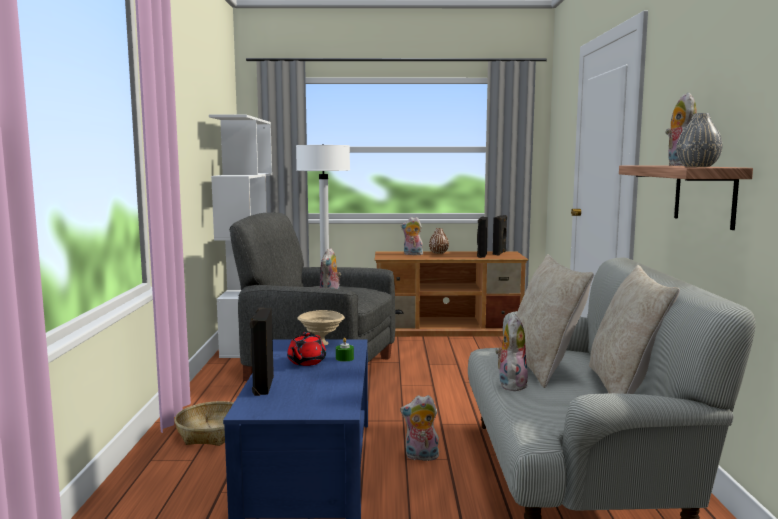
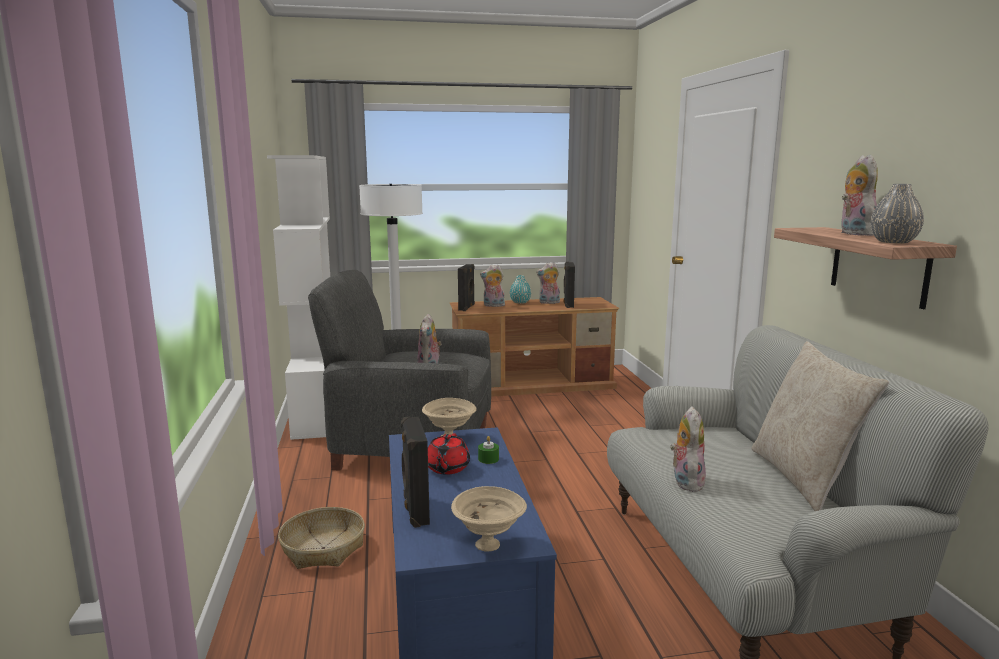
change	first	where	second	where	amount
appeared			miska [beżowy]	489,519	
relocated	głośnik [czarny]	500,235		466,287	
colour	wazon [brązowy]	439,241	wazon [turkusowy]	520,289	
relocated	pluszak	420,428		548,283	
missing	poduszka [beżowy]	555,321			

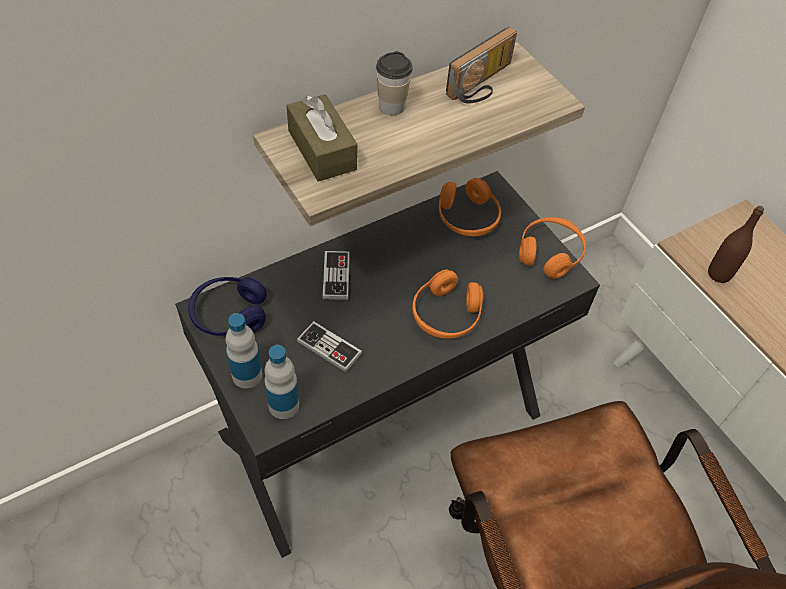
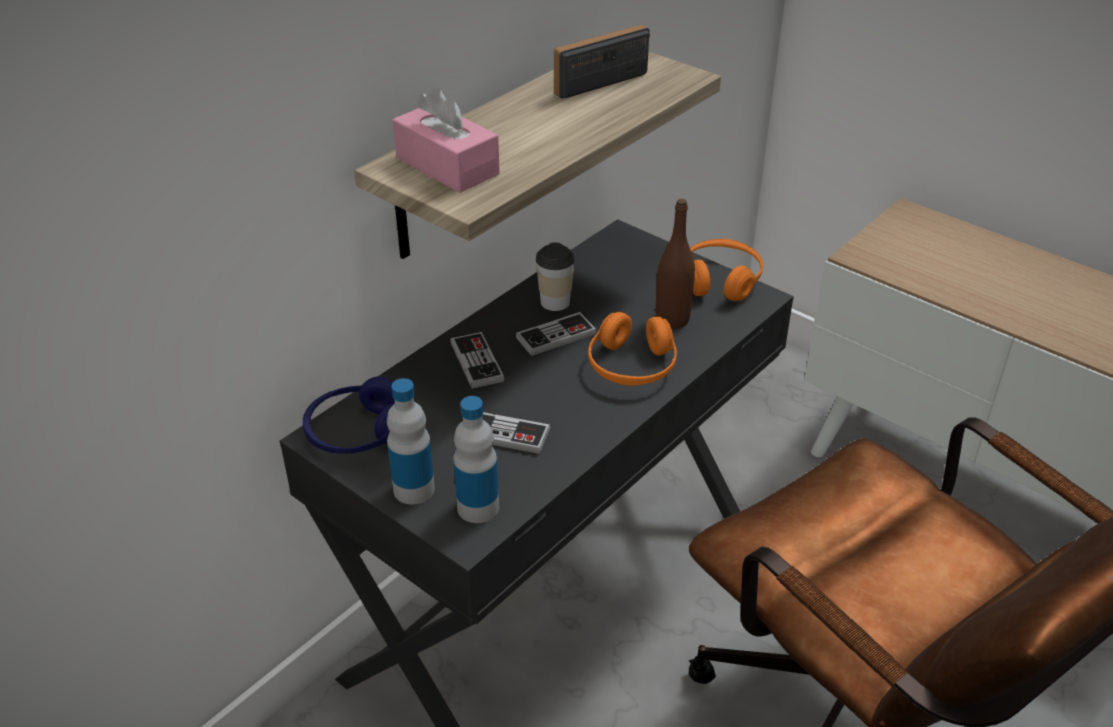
change	first	where	second	where	amount
colour	pudełko chusteczek [brązowy]	322,138	pudełko chusteczek [różowy]	446,140	
appeared			pad do gier	556,334	
relocated	filiżanka	394,83		555,276	
spun	radio	481,65		602,62	150 degrees counterclockwise
relocated	butelka [brązowy]	736,244		675,264	
missing	słuchawki [pomarańczowy]	470,207			

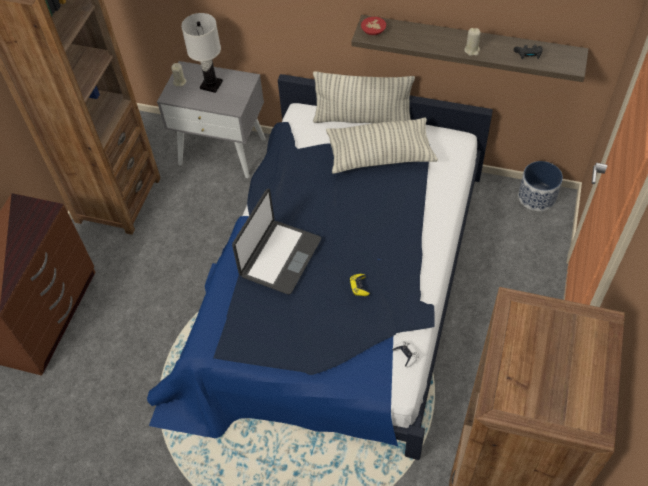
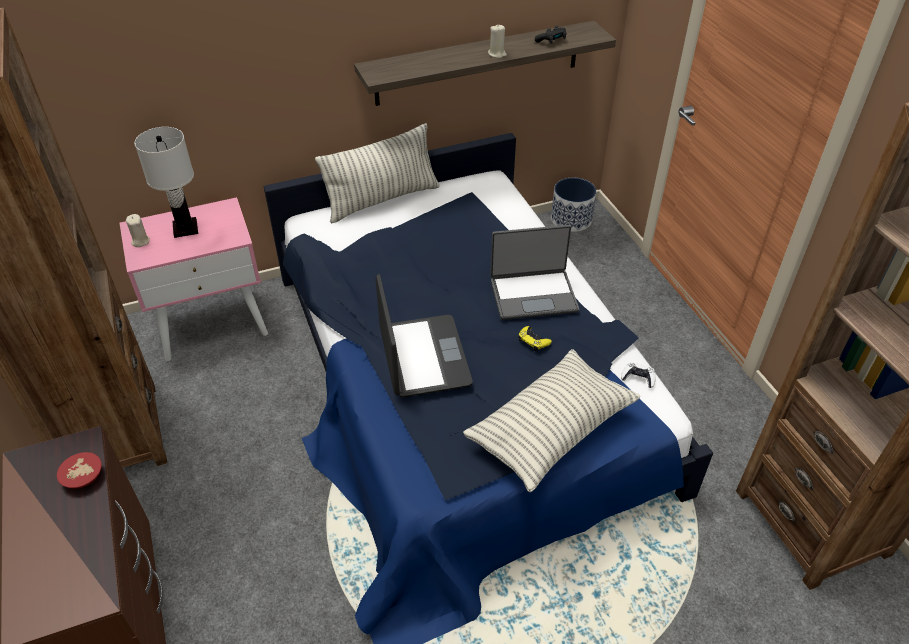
change	first	where	second	where	amount
relocated	miska [czerwony]	373,26		79,470	
colour	szafka nocna [szary]	211,119	szafka nocna [różowy]	194,279	
relocated	poduszka	382,145		551,420	
appeared			laptop	534,272	

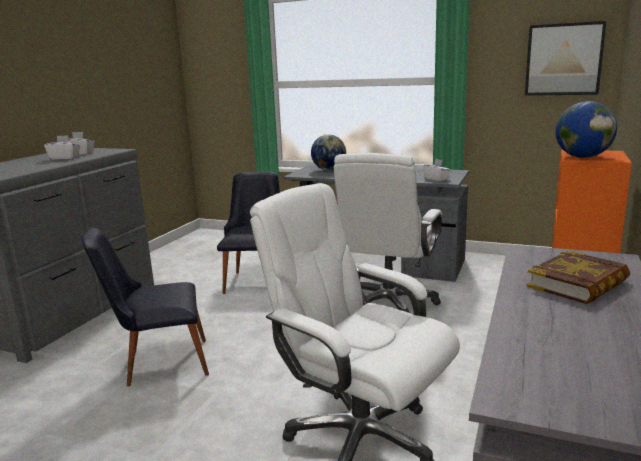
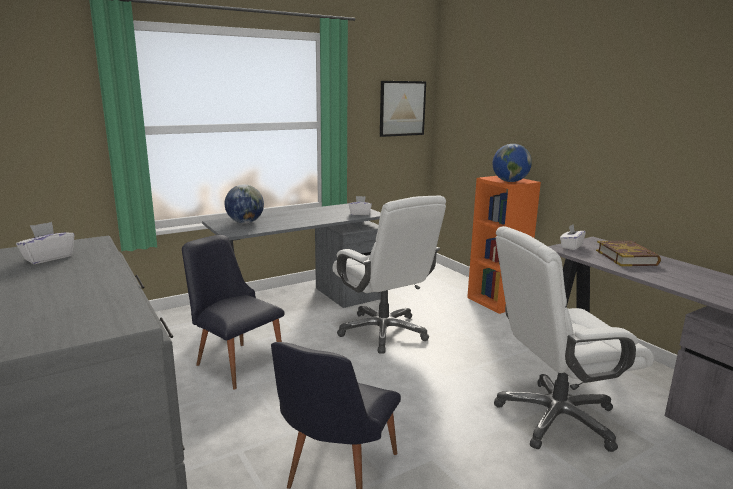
change	first	where	second	where	amount
relocated	pudełko chusteczek [biały]	62,147		573,237	

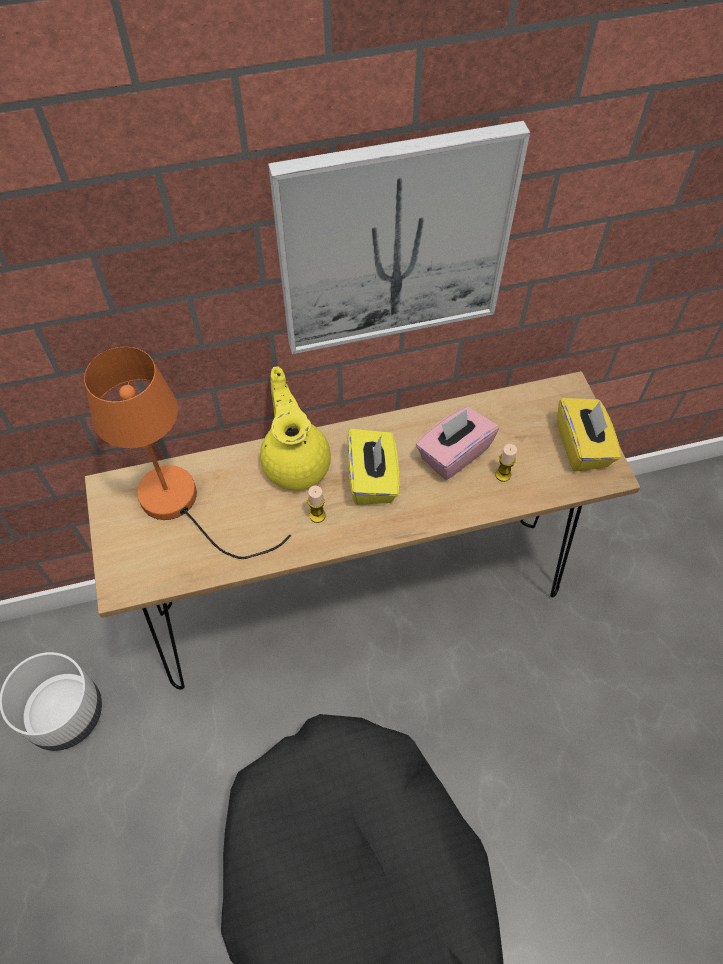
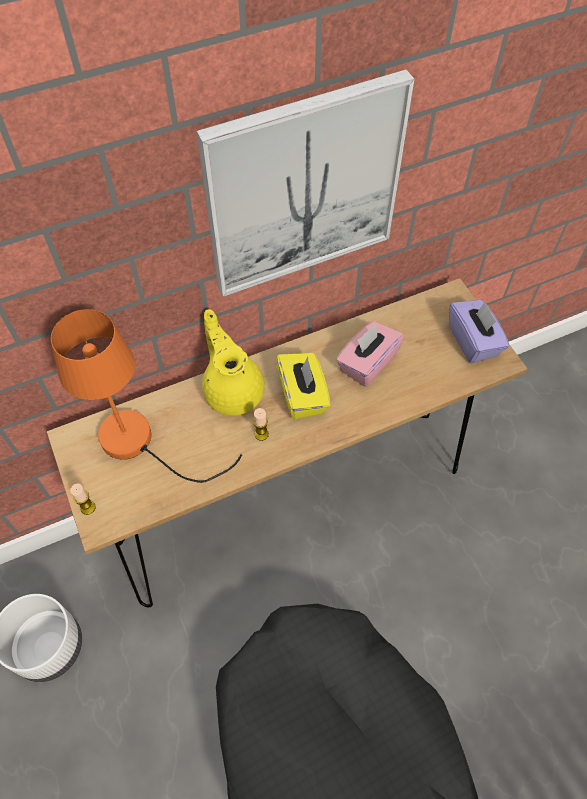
change	first	where	second	where	amount
relocated	świeca	506,463		83,499	
colour	pudełko chusteczek [żółty]	589,434	pudełko chusteczek [fioletowy]	479,332	

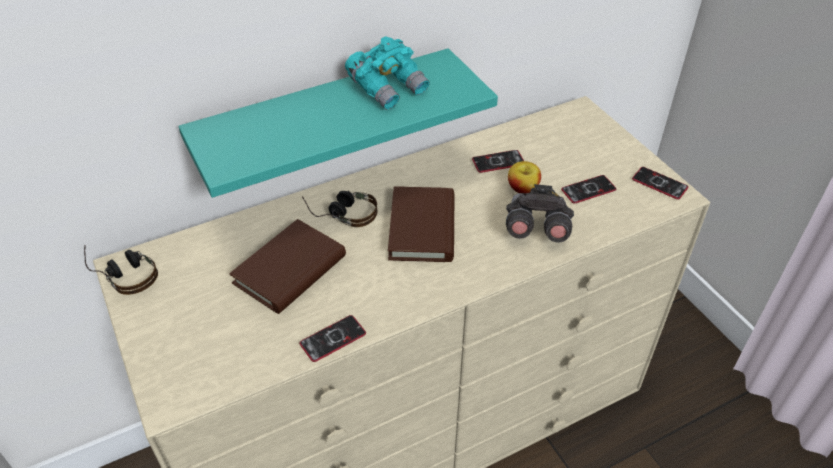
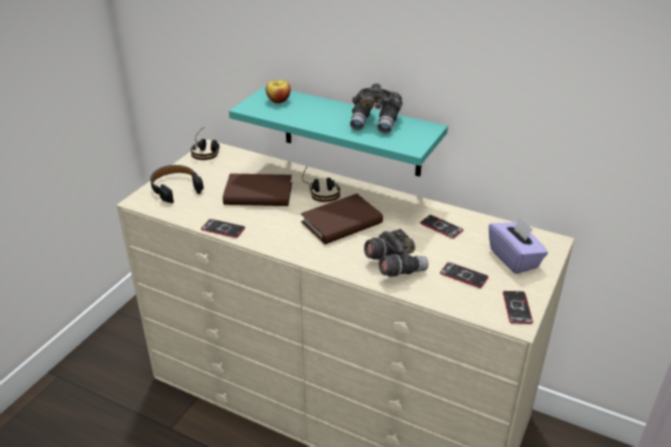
change	first	where	second	where	amount
appeared			słuchawki [czarny]	177,184	
relocated	jabłko	524,177		278,91	
colour	lornetka [turkusowy]	387,73	lornetka [szary]	376,108	
appeared			pudełko chusteczek [fioletowy]	518,245	

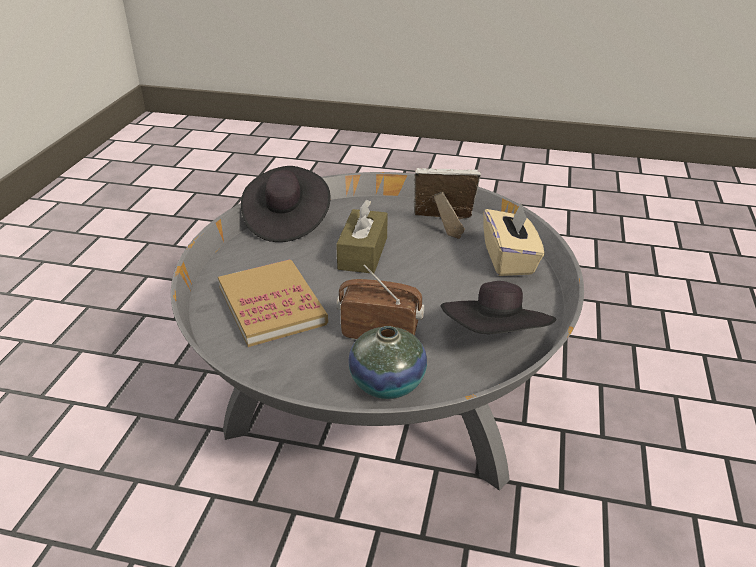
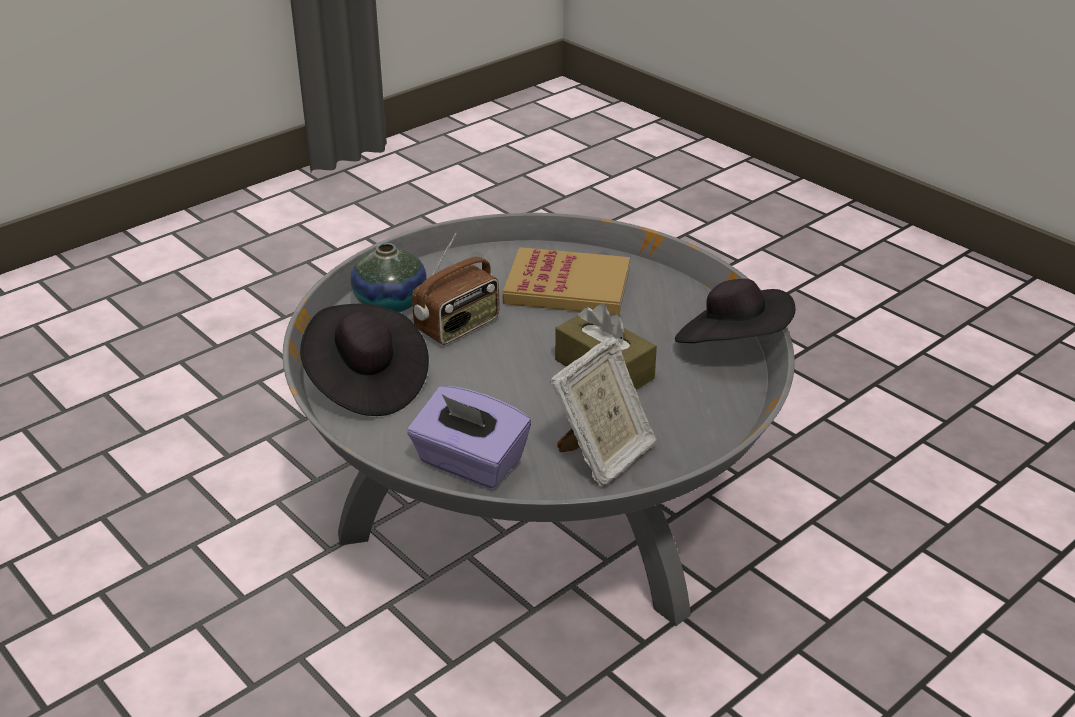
change	first	where	second	where	amount
colour	pudełko chusteczek [beżowy]	514,240	pudełko chusteczek [fioletowy]	469,437	

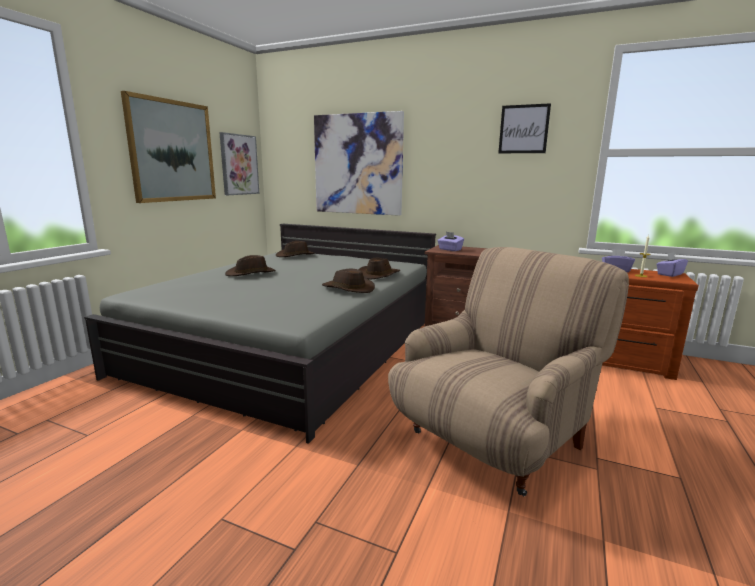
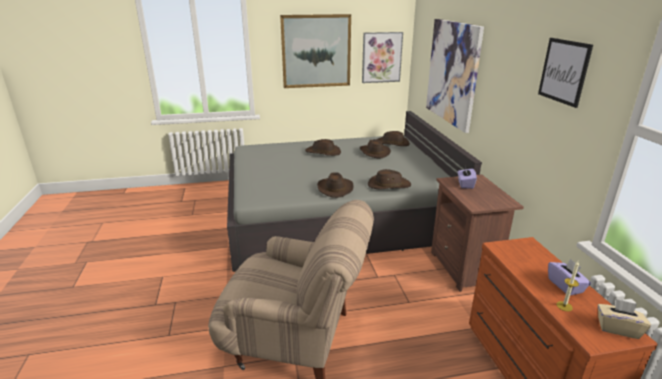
change	first	where	second	where	amount
appeared			kapelusz [brązowy]	375,149	
colour	pudełko chusteczek [fioletowy]	672,264	pudełko chusteczek [beżowy]	624,319	

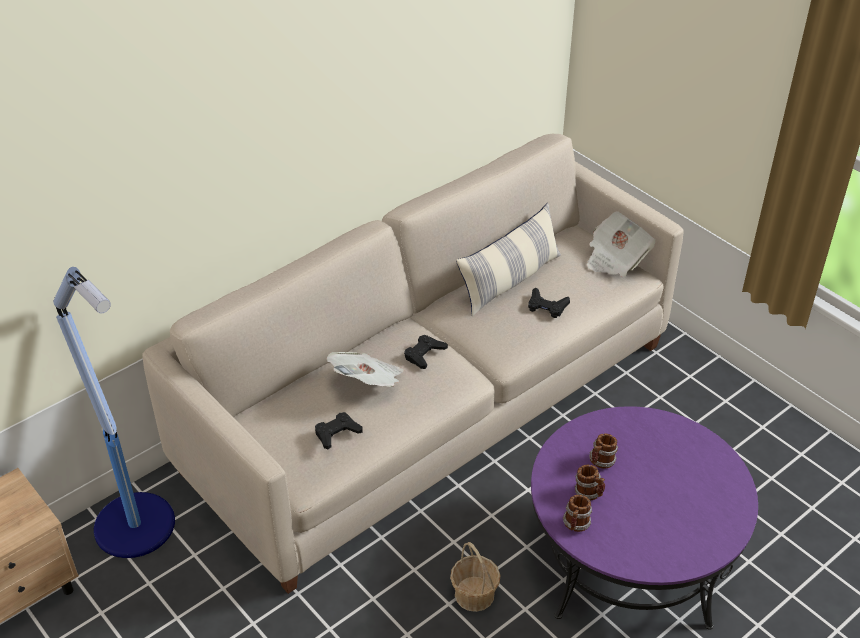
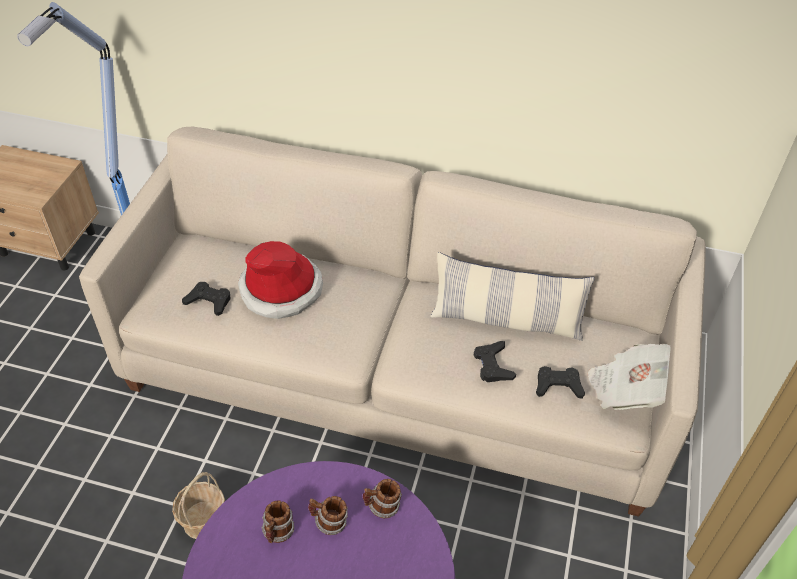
change	first	where	second	where	amount
exchanged	gazeta	365,369	kapelusz	280,280	
relocated	kubek	577,513		382,498	
relocated	pad do gier [czarny]	426,352		560,382	

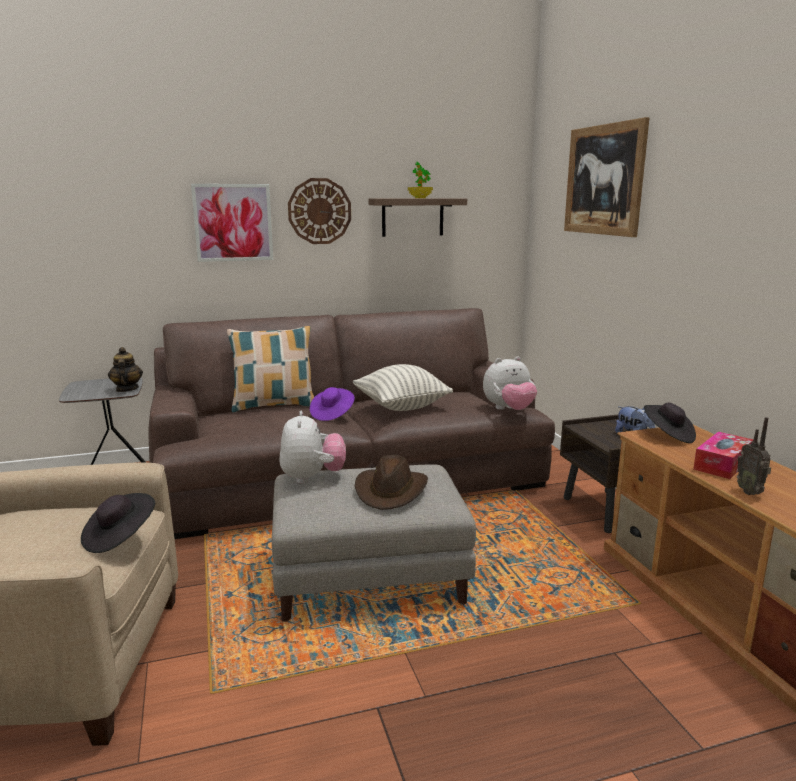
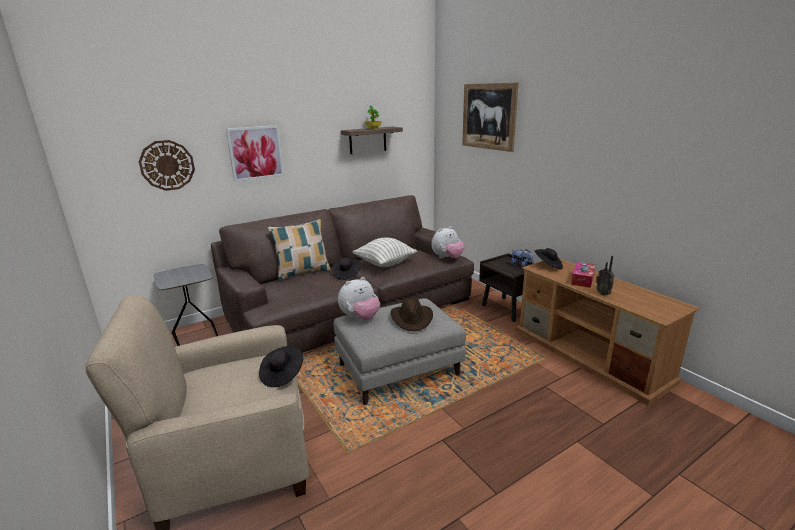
change	first	where	second	where	amount
relocated	zegar ścienny	319,211		167,165	
colour	kapelusz [fioletowy]	332,404	kapelusz [czarny]	346,268	
spun	pluszak	312,447		359,298	75 degrees clockwise
missing	imbryk	125,369			

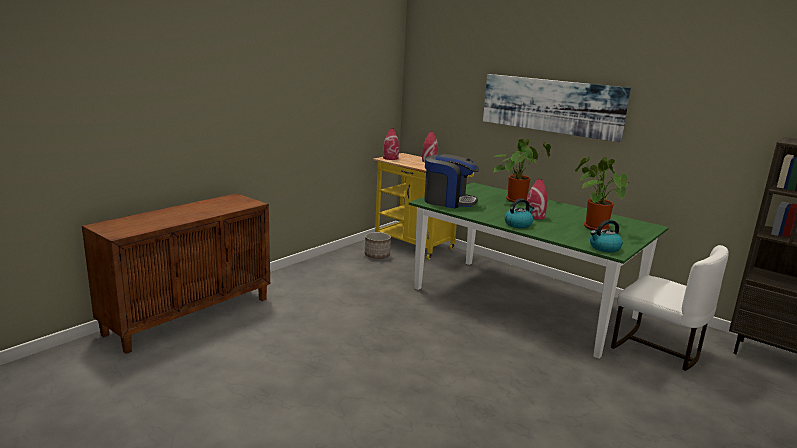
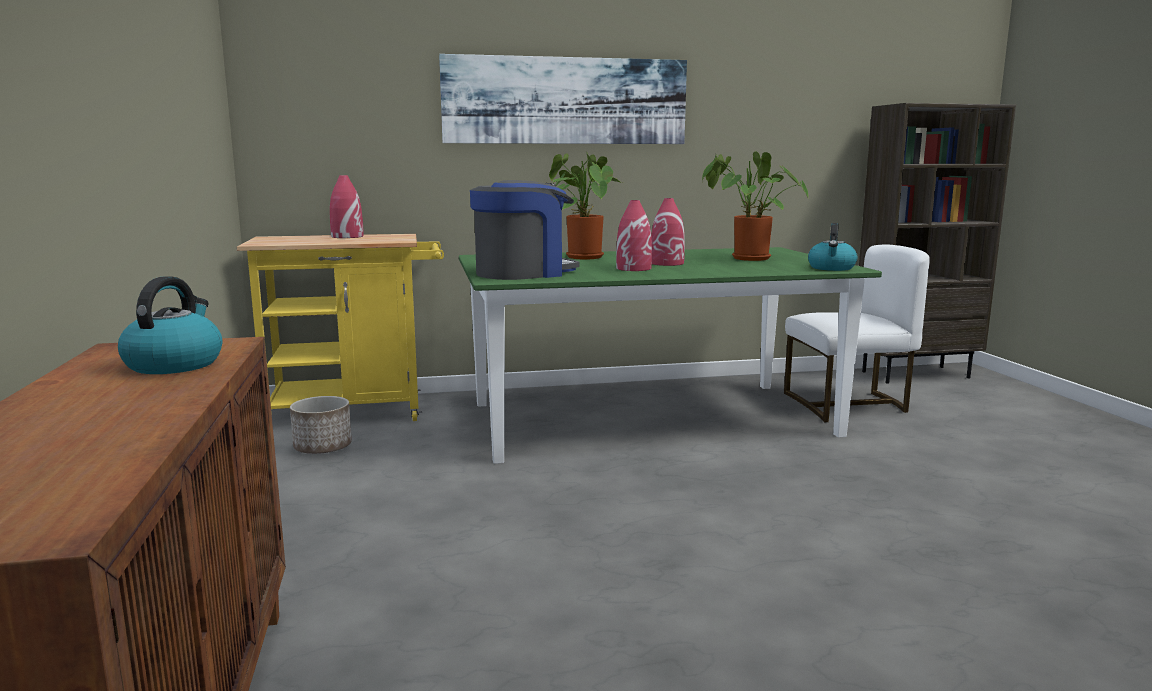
change	first	where	second	where	amount
relocated	czajnik	519,213		170,325	
relocated	wazon [czerwony]	391,144		634,235	

